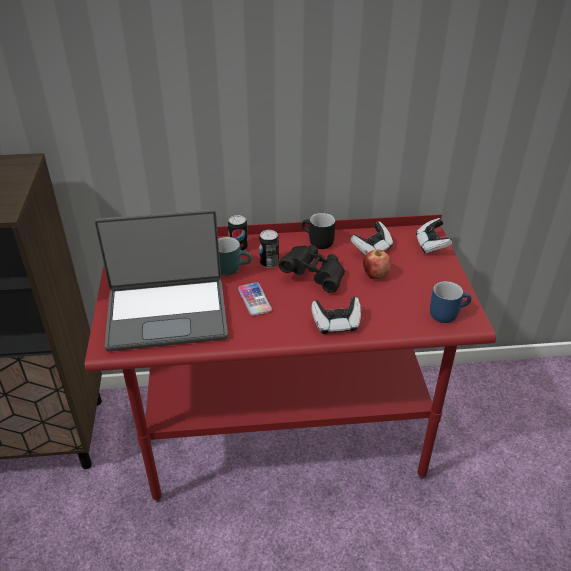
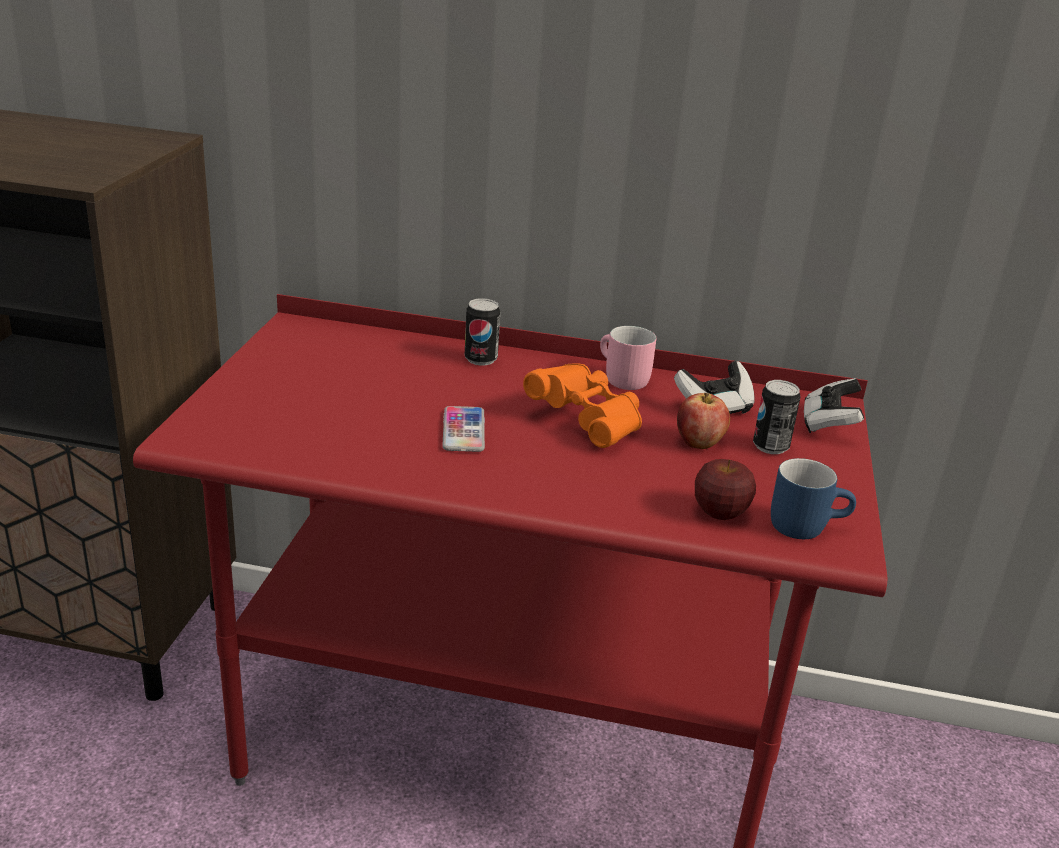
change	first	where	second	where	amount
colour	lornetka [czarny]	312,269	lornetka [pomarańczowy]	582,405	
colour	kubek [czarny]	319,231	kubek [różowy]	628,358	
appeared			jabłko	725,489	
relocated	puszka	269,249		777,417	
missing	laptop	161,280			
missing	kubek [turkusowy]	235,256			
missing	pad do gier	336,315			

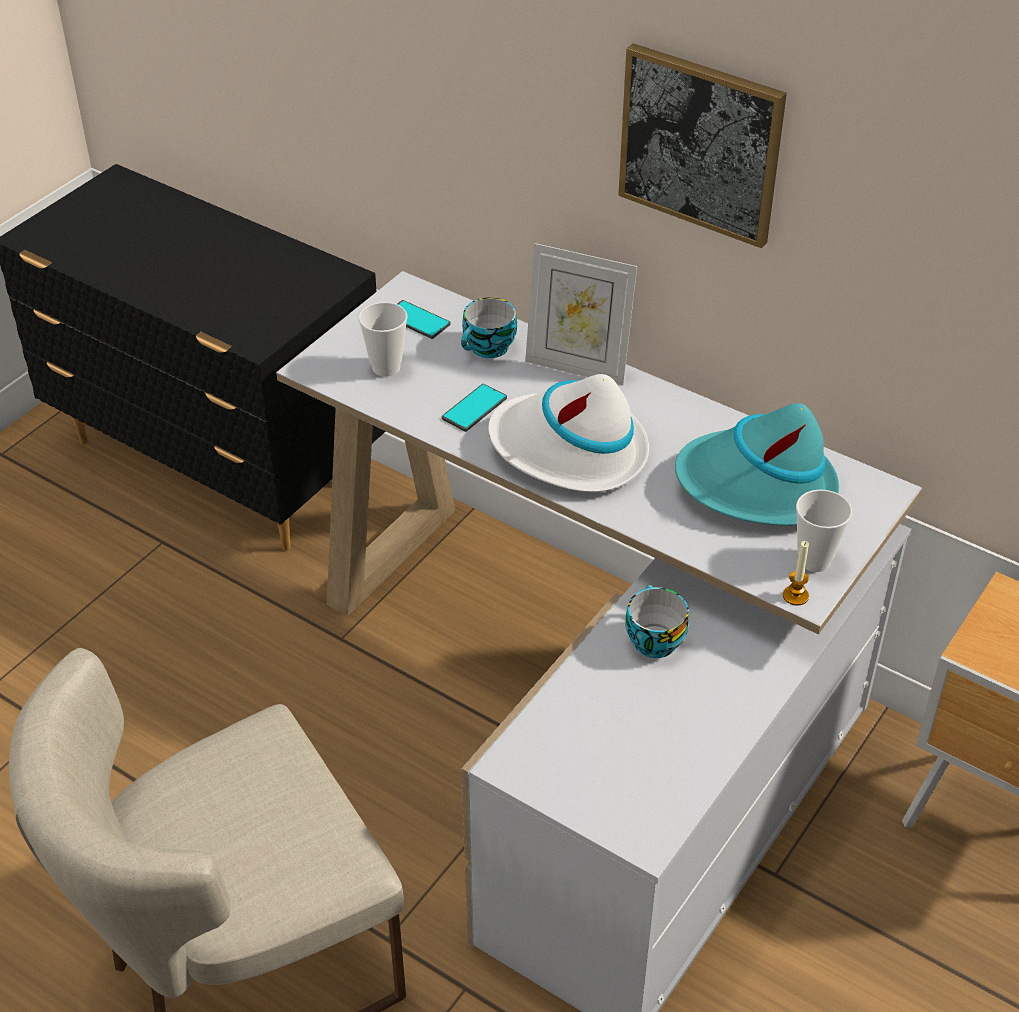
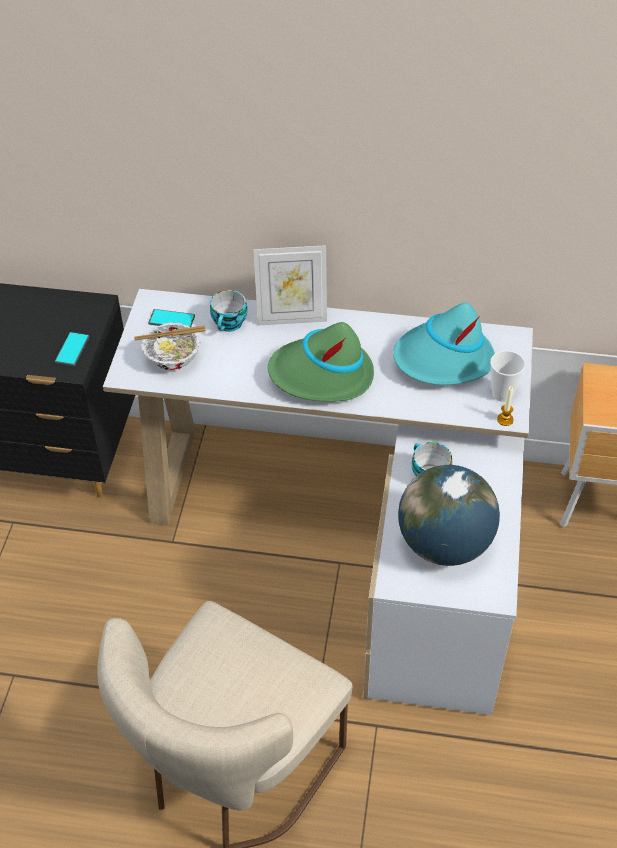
change	first	where	second	where	amount
relocated	telefon	474,408		72,349	
exchanged	filiżanka	382,339	miska	170,346	
colour	kapelusz [biały]	568,433	kapelusz [zielony]	321,362	
appeared			globus	449,515	
missing	obraz	702,145			

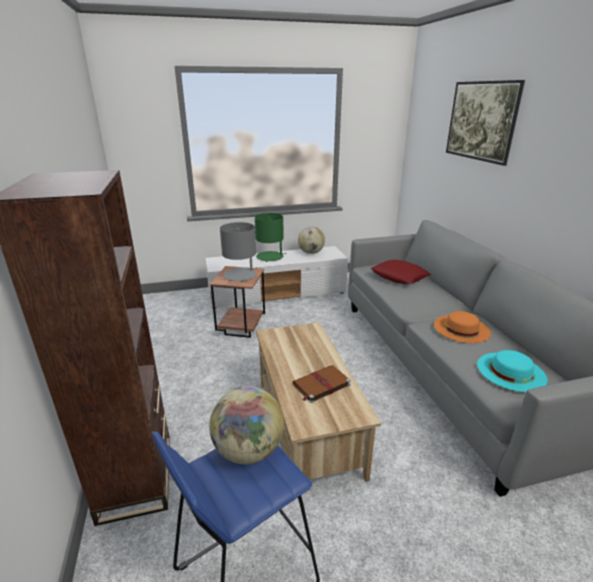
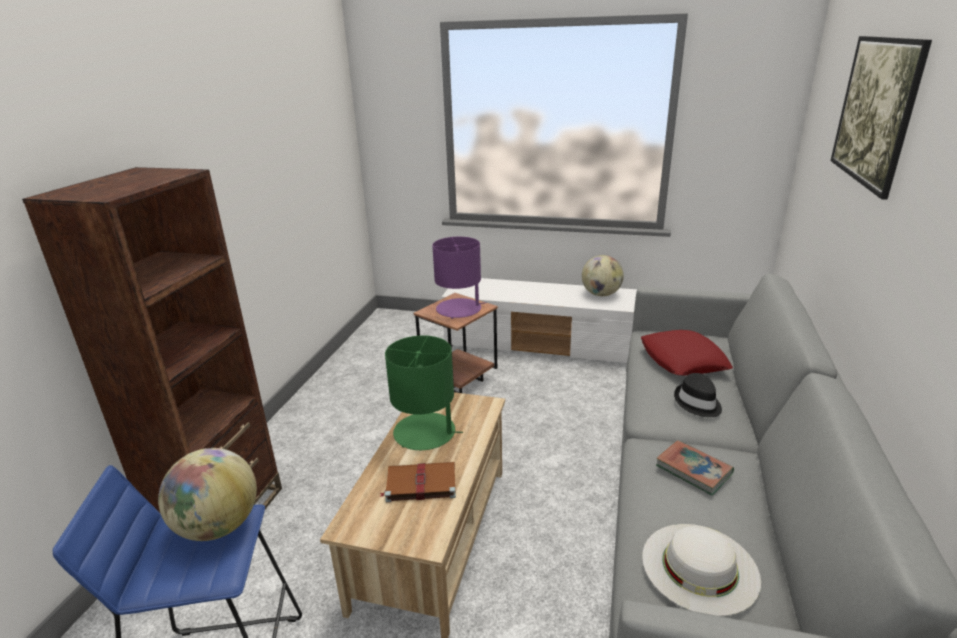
change	first	where	second	where	amount
relocated	lampa stołowa [zielony]	270,237		424,392	
colour	lampa stołowa [szary]	238,252	lampa stołowa [fioletowy]	459,278	
colour	kapelusz [turkusowy]	512,371	kapelusz [biały]	701,570	
exchanged	kapelusz [pomarańczowy]	462,327	książka	695,467	
appeared			kapelusz [czarny]	698,395	

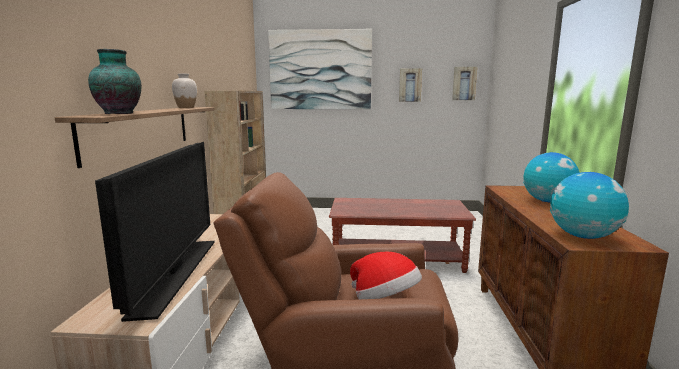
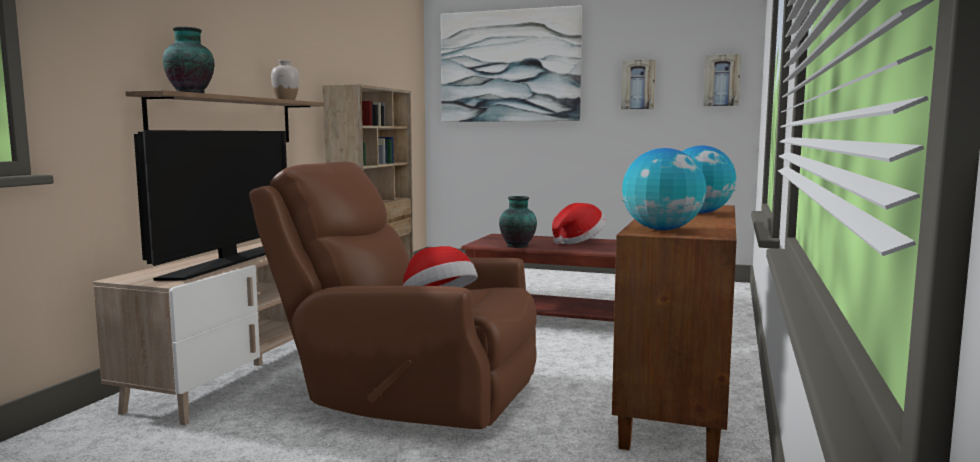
change	first	where	second	where	amount
appeared			wazon	518,222	
appeared			kapelusz	579,223	

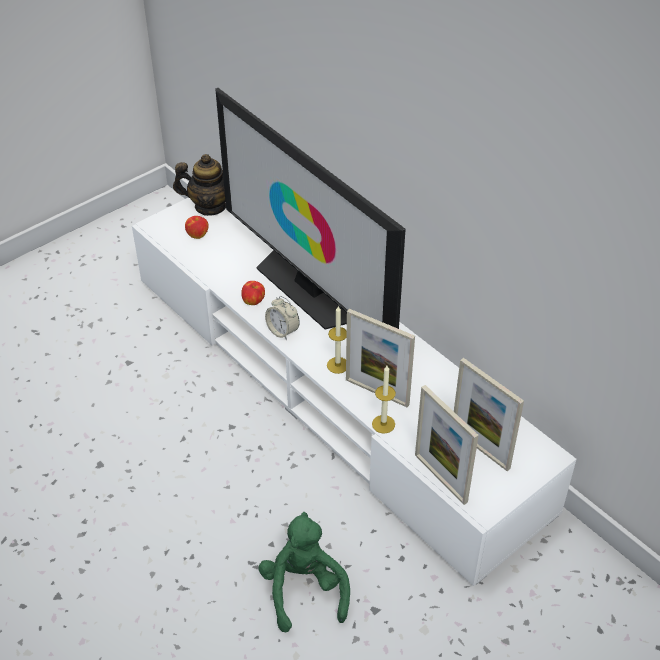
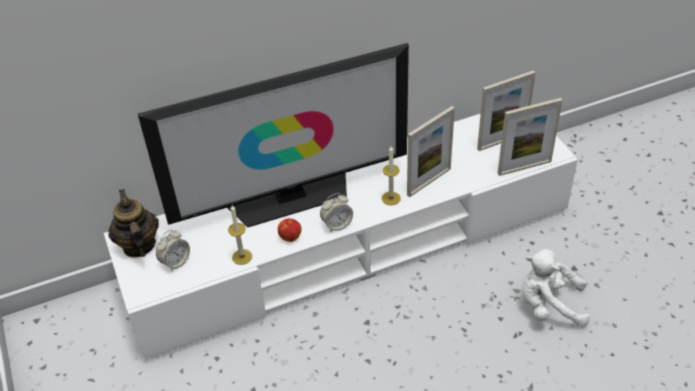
change	first	where	second	where	amount
spun	imbryk	199,185		133,223	45 degrees counterclockwise
exchanged	jabłko	197,227	budzik	173,250	
relocated	świeca	384,400		240,235	
colour	pluszak [zielony]	304,572	pluszak [biały]	555,288	

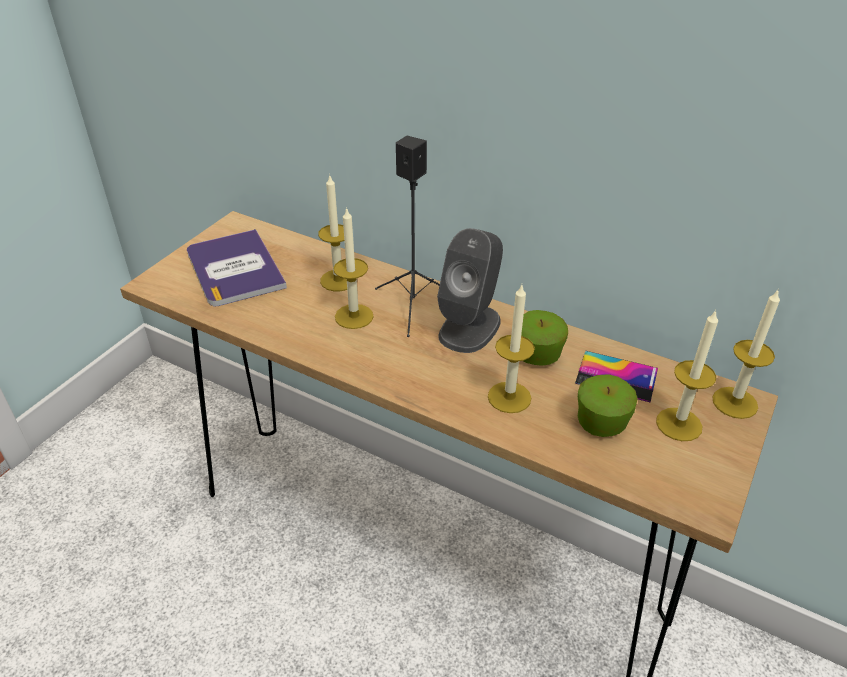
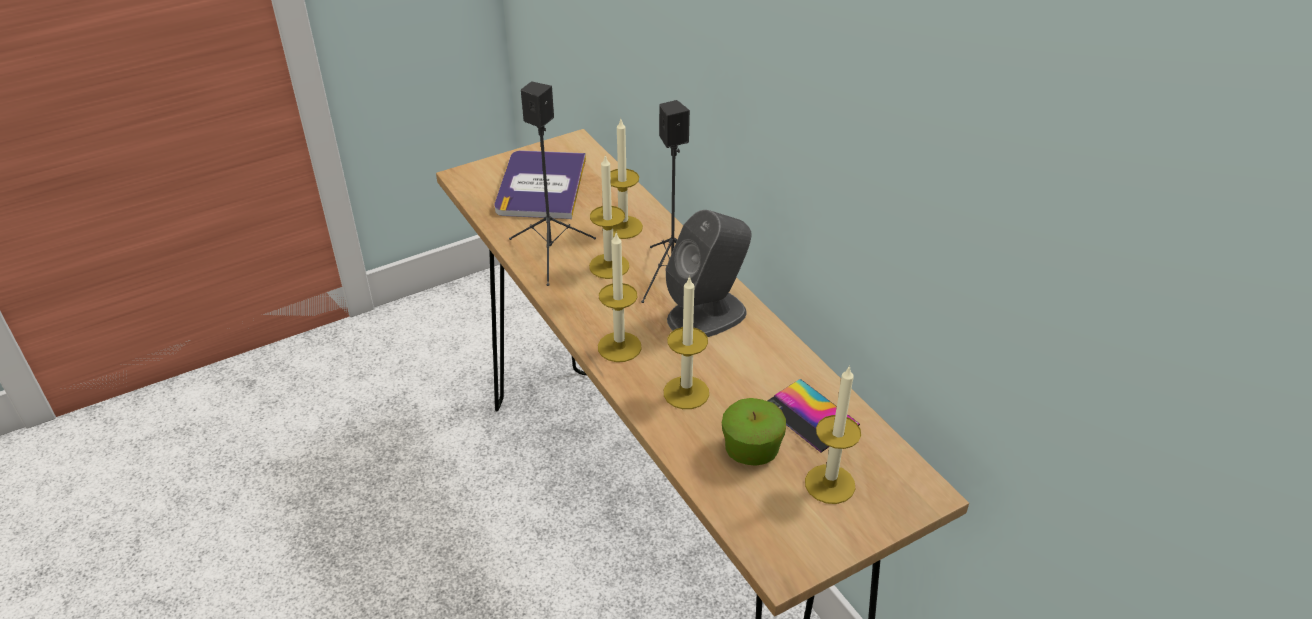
change	first	where	second	where	amount
appeared			głośnik [czarny]	552,183	
relocated	świeca	746,354		620,297	
missing	jabłko	544,338			

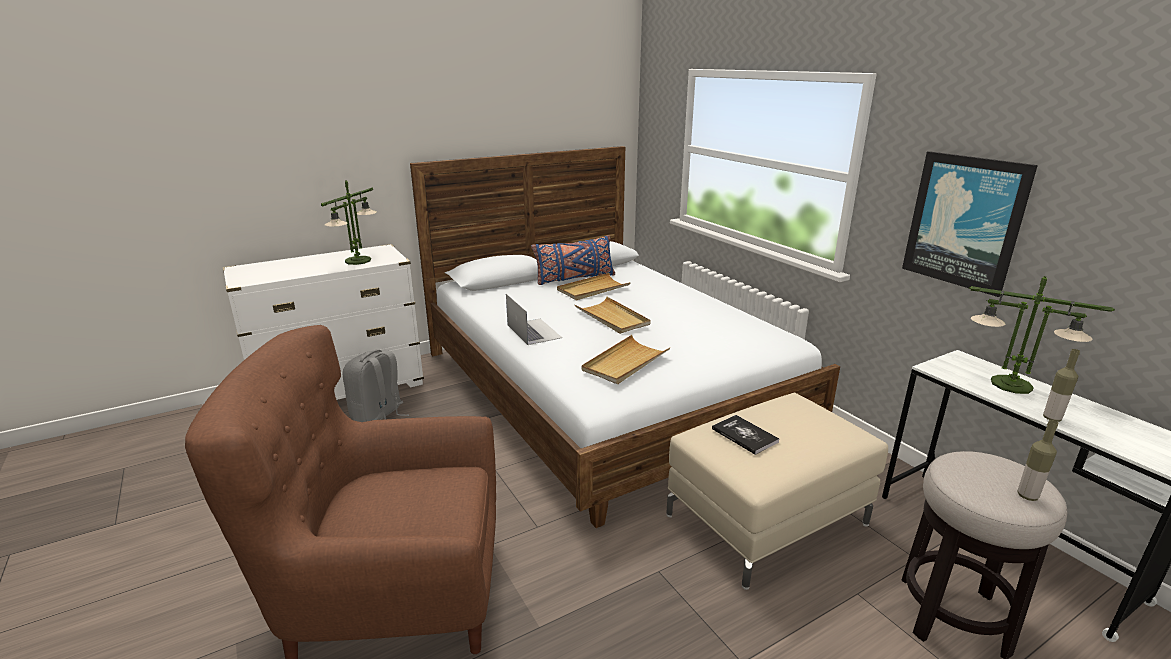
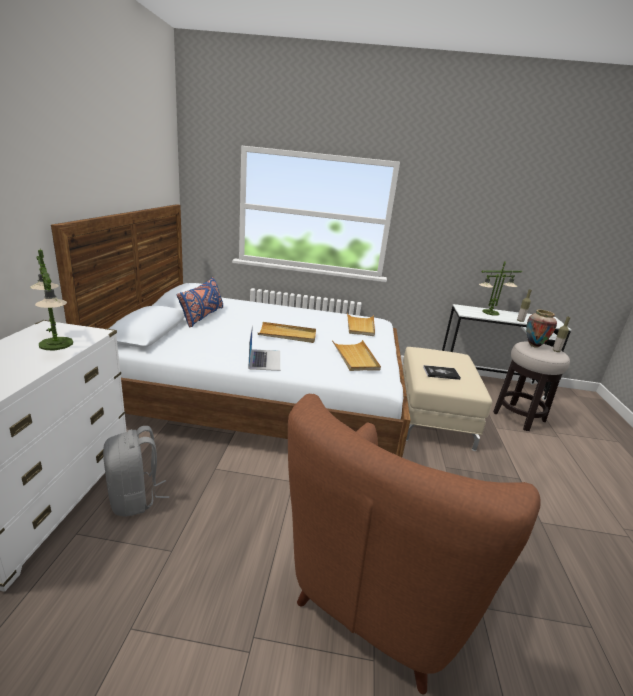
change	first	where	second	where	amount
spun	laptop	534,319		264,347	75 degrees clockwise
relocated	taca [beżowy]	594,286		361,324	
appeared			wazon	541,329	
missing	obraz	970,224			

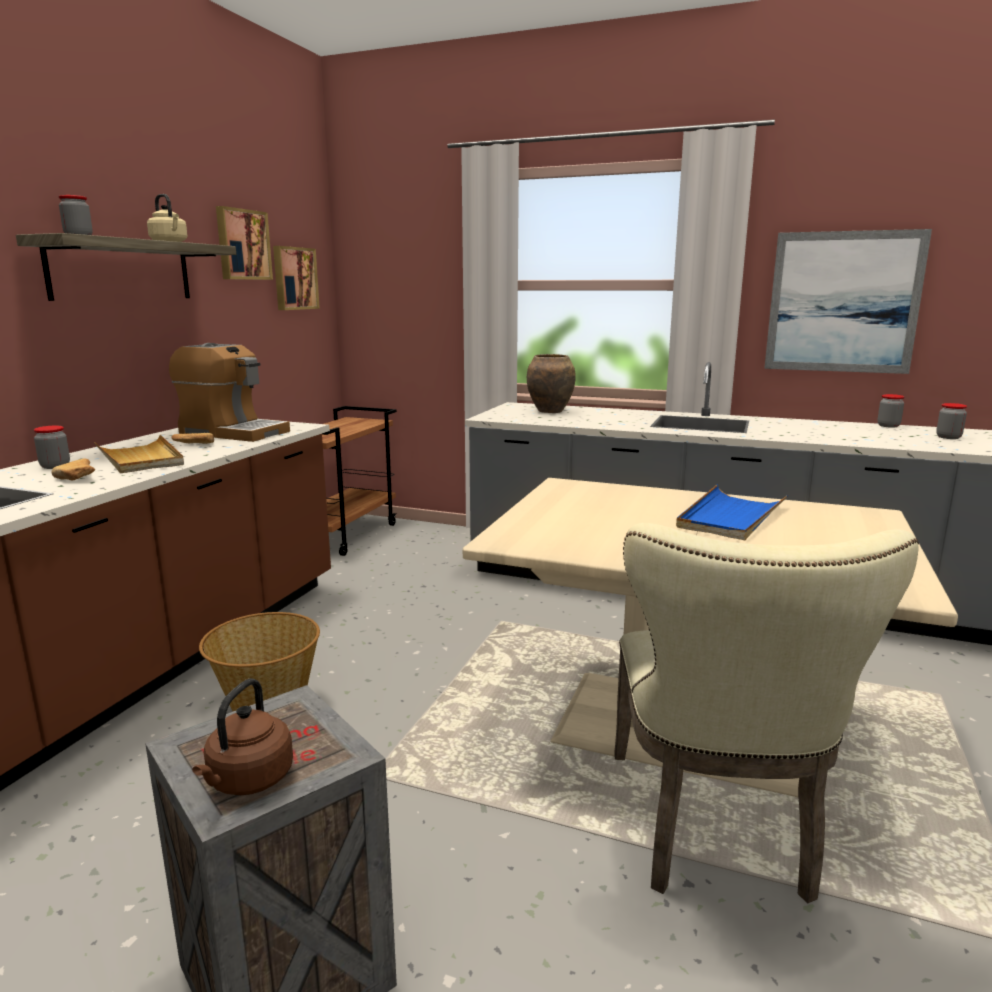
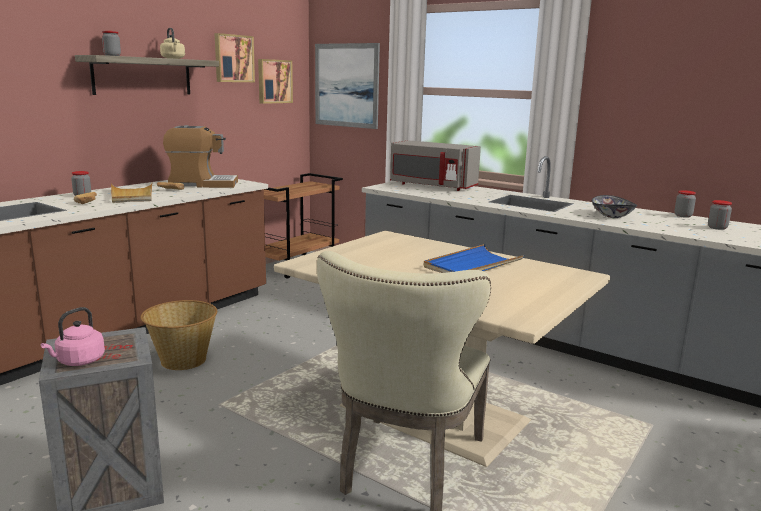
change	first	where	second	where	amount
colour	czajnik [brązowy]	242,736	czajnik [różowy]	73,336	
spun	ekspres do kawy	229,392		200,156	45 degrees counterclockwise
relocated	obraz	848,301		347,86	
exchanged	wazon [brązowy]	551,383	mikrofalówka [szary]	435,165	
appeared			miska	615,206	

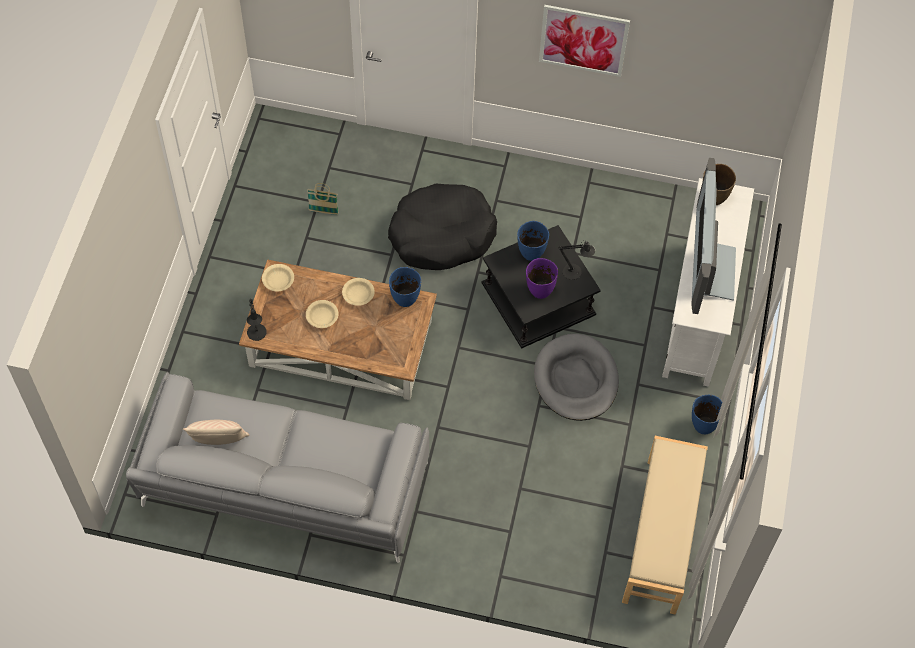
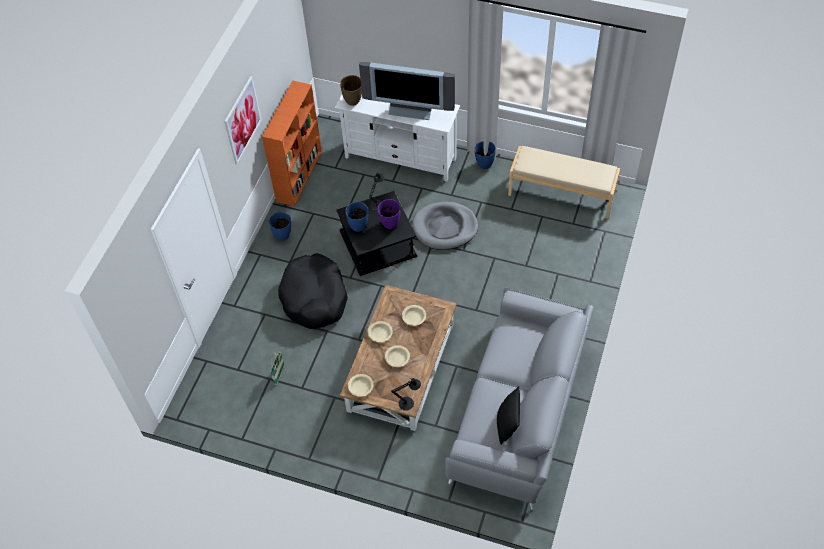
change	first	where	second	where	amount
appeared			regał [pomarańczowy]	292,143	
relocated	wazon [niebieski]	405,287		280,226	
appeared			miska [beżowy]	414,315	
colour	poduszka [beżowy]	216,432	poduszka [czarny]	508,415	

